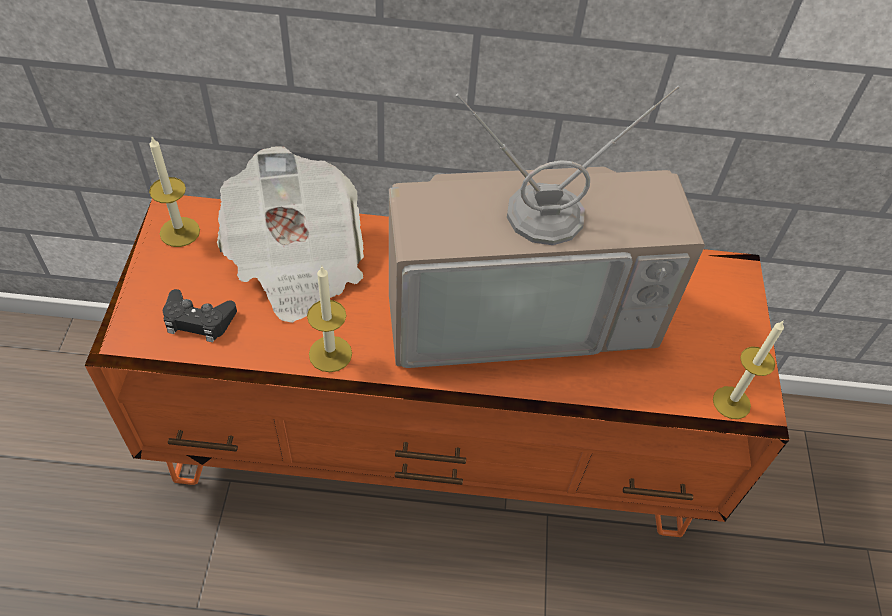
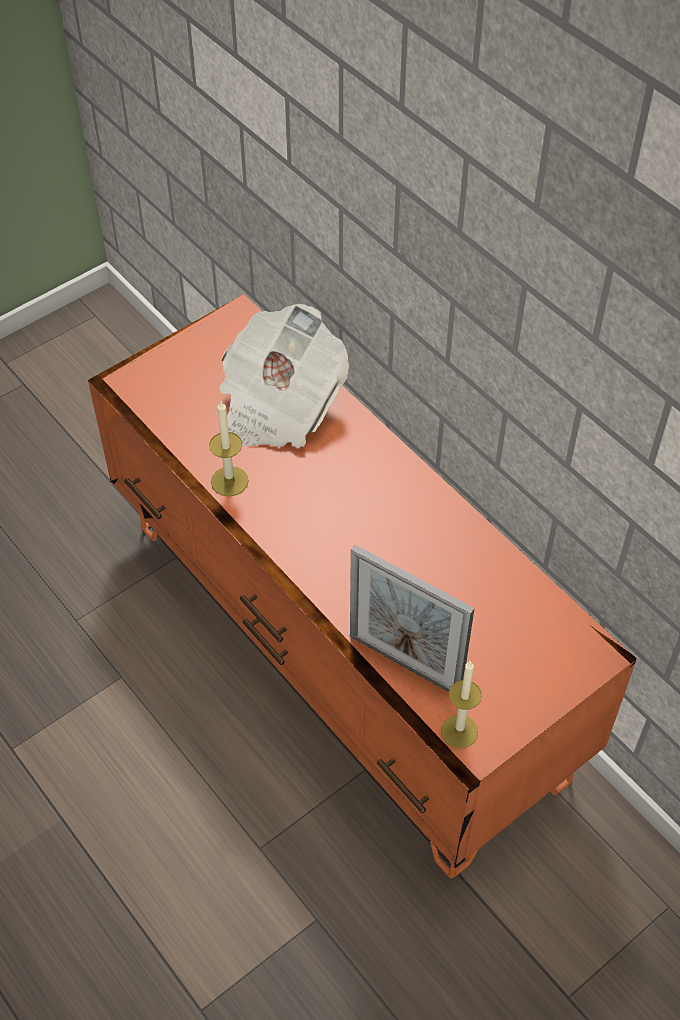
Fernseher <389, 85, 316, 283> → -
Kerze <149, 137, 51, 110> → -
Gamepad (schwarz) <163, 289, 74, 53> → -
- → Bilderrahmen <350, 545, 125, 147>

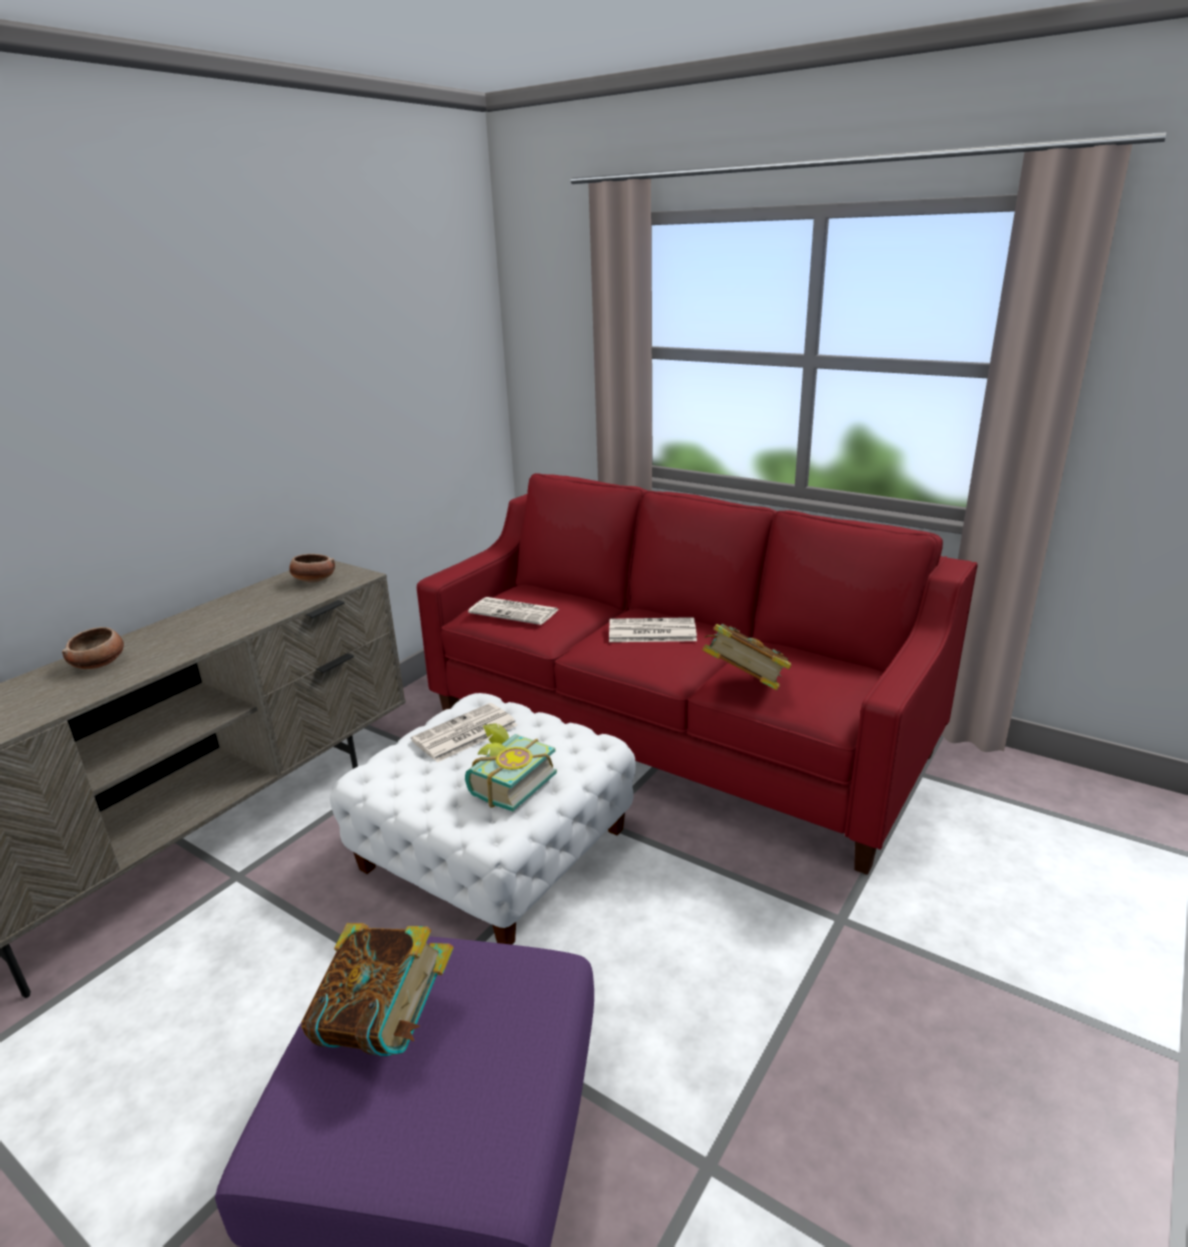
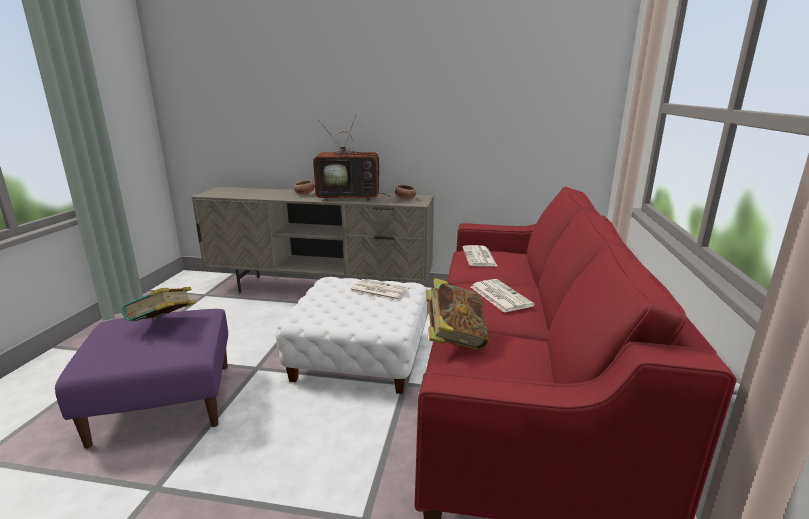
Buch <465, 723, 92, 88> → -
- → Fernseher <313, 113, 78, 88>

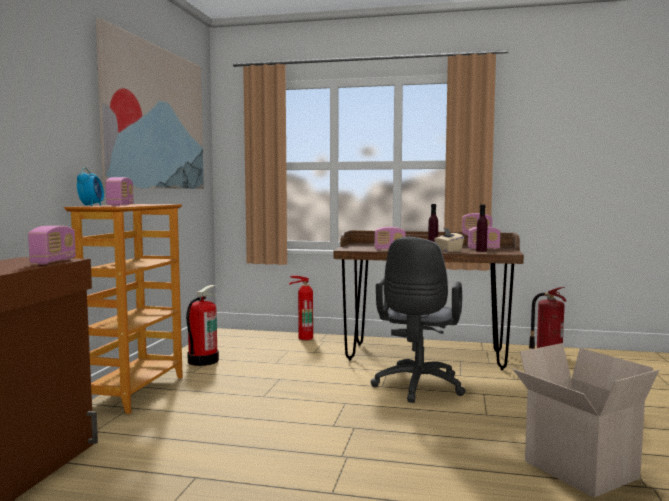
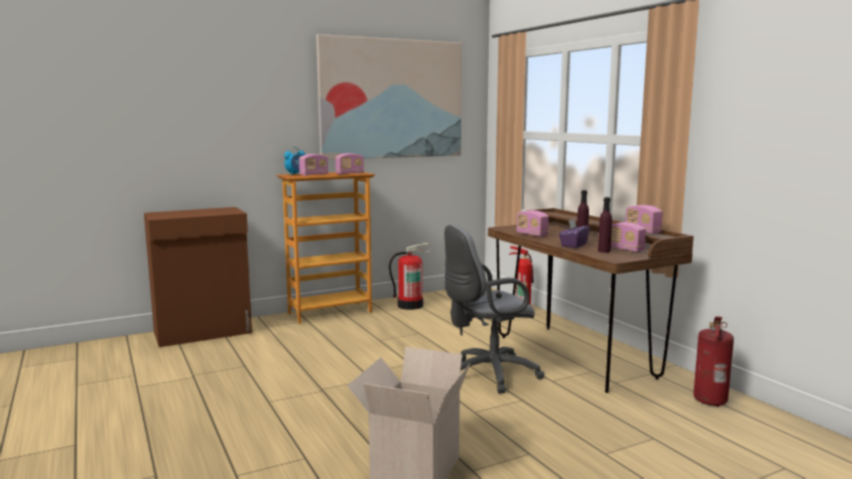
Radio <28, 226, 48, 39> → Radio <335, 153, 29, 22>, move
Taschentuchbox (beige) <434, 228, 30, 24> → Taschentuchbox (lila) <559, 219, 31, 29>

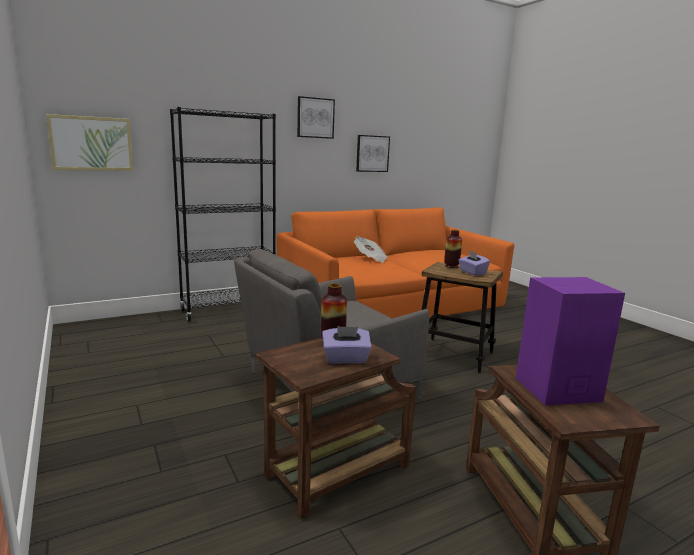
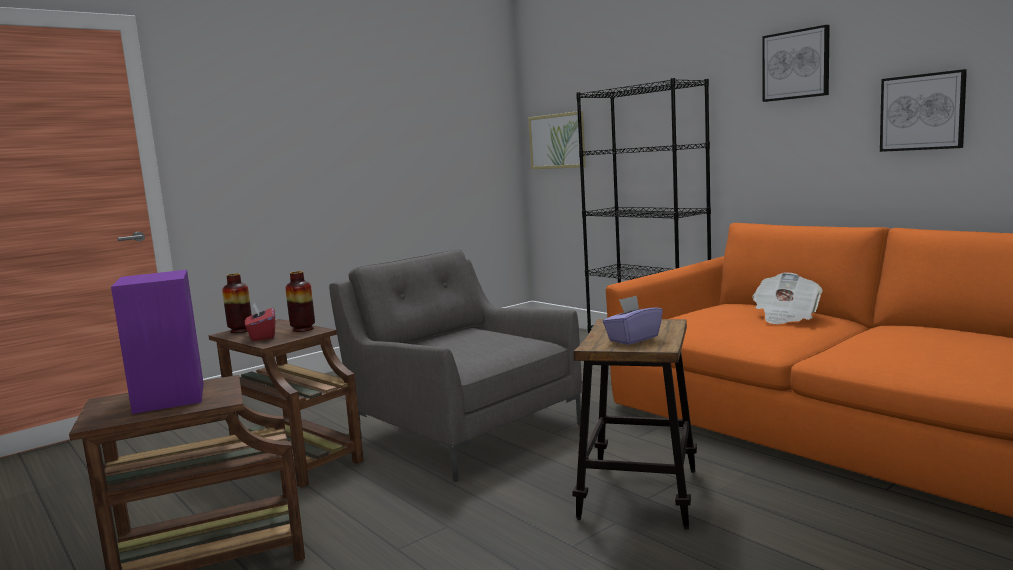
Vase <444, 230, 18, 38> → Vase <222, 273, 30, 60>, move
Taschentuchbox (lila) <322, 326, 50, 38> → Taschentuchbox (rot) <245, 302, 30, 39>

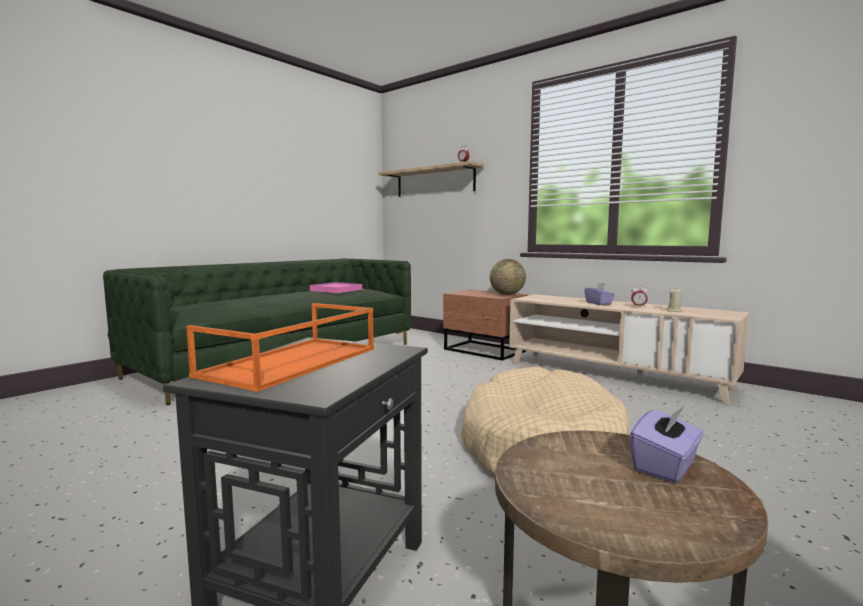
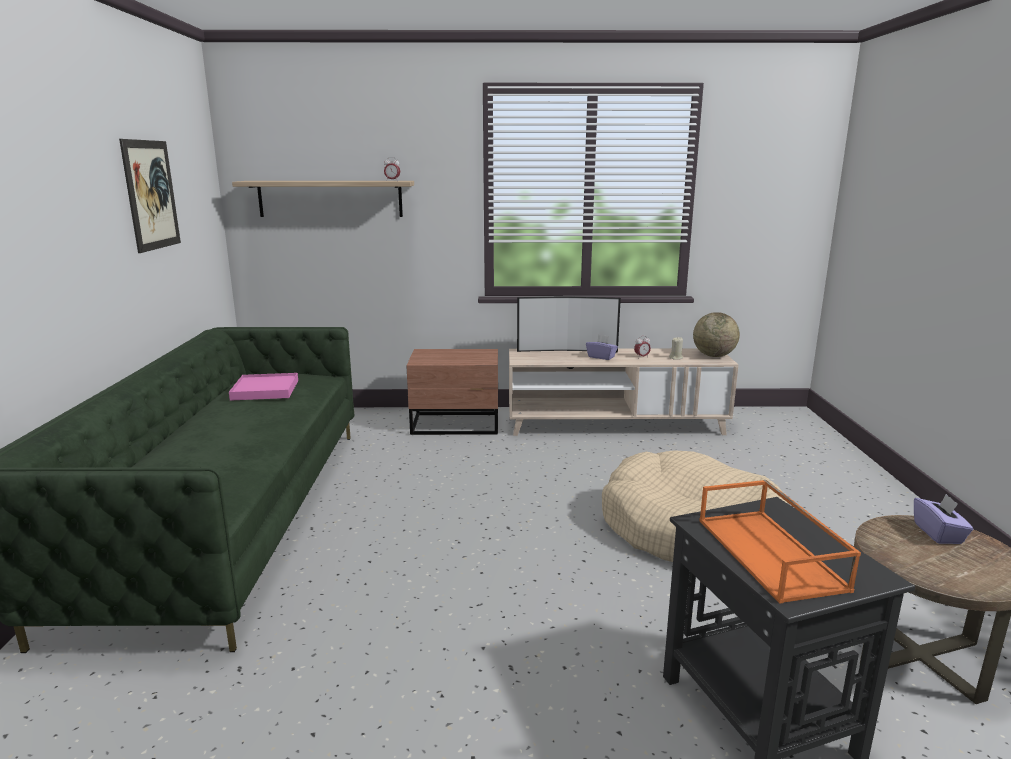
Globus <490, 259, 36, 36> → Globus <693, 312, 47, 45>, move
- → Bild <119, 139, 62, 114>
- → Fernseher <517, 297, 104, 55>

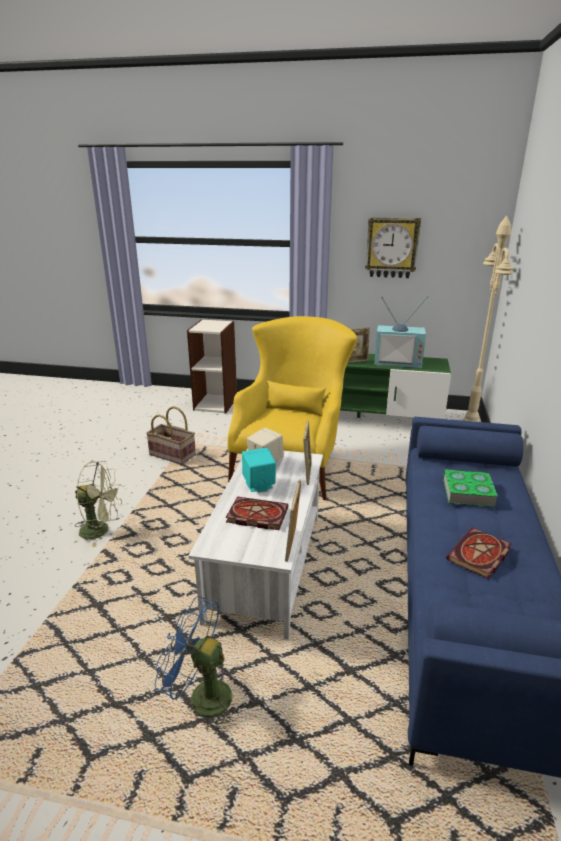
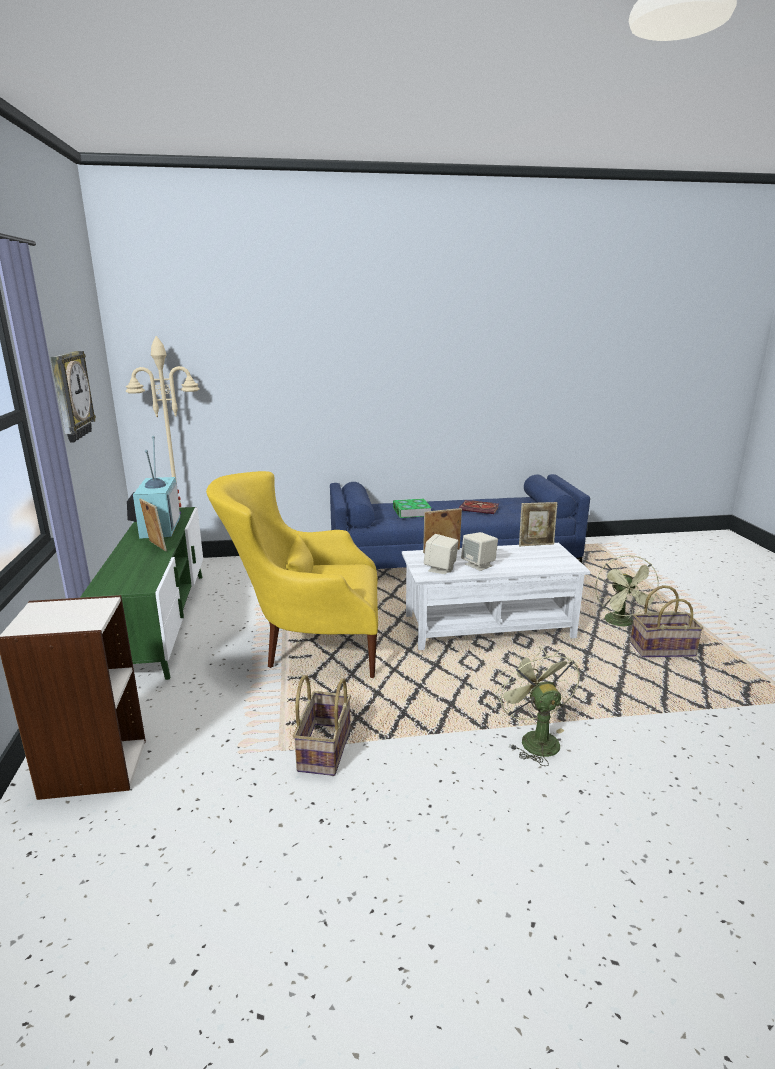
Lautsprecher (türkis) <242, 448, 34, 45> → Lautsprecher (beige) <461, 532, 37, 39>
Buch <225, 497, 63, 33> → -
Ventilator (blau) <155, 596, 79, 136> → Ventilator (grün) <595, 555, 67, 71>
- → Korb <630, 585, 73, 72>

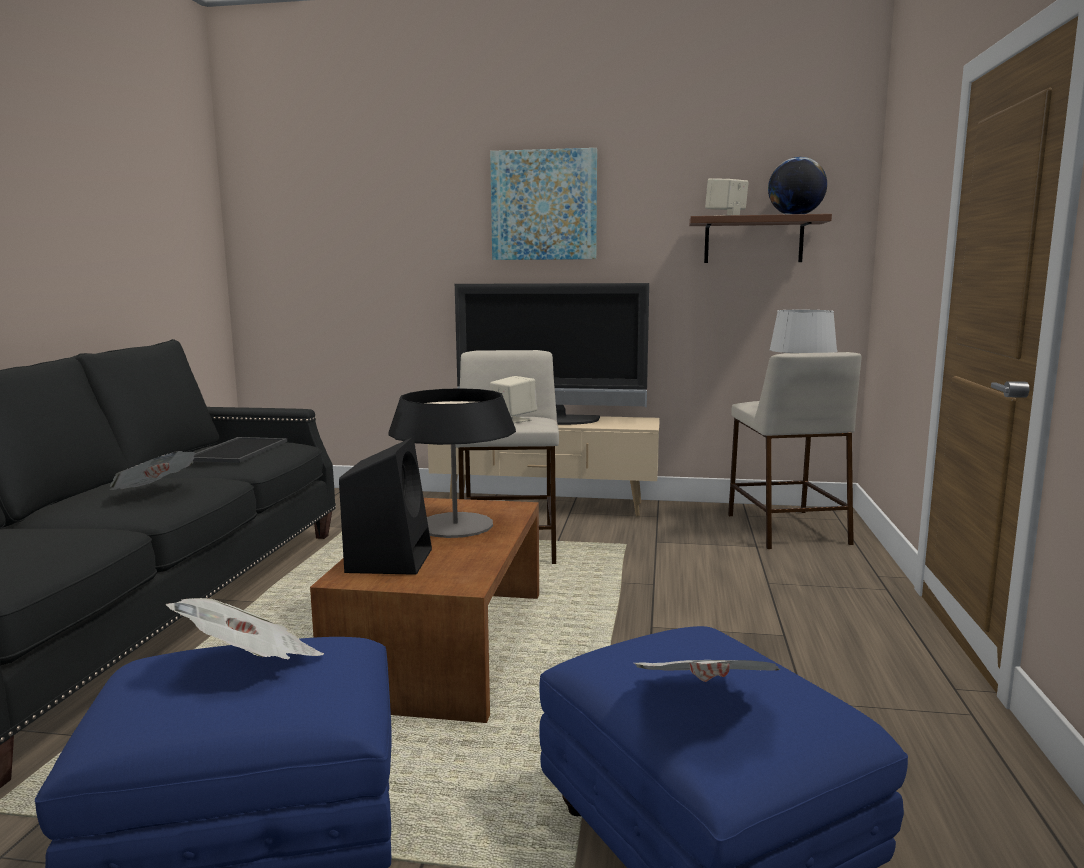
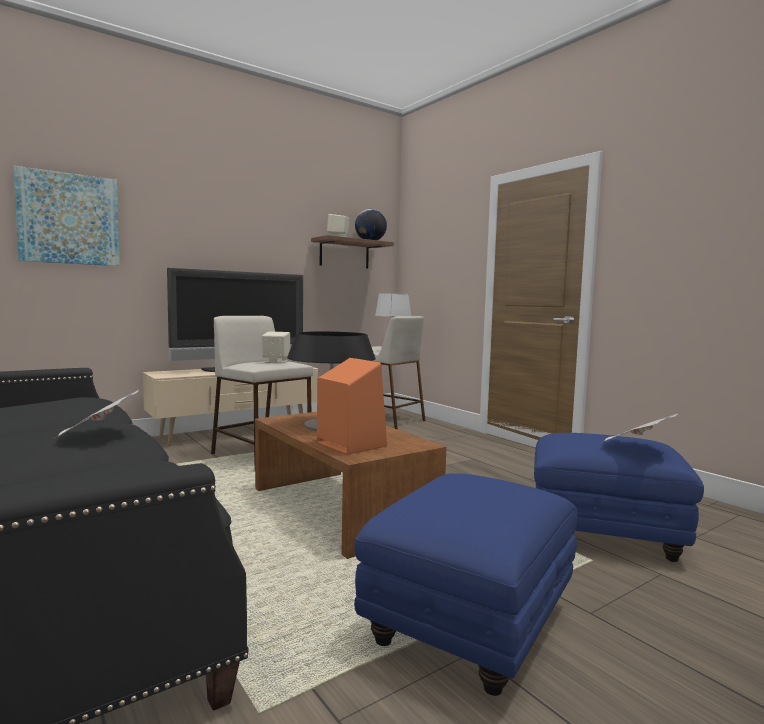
Bild <490, 148, 107, 112> → Bild <13, 166, 107, 100>, move
Tablett <193, 437, 94, 26> → -
Lautsprecher (schwarz) <339, 437, 93, 138> → Lautsprecher (orange) <317, 358, 70, 97>
Zeitung <166, 598, 158, 61> → -

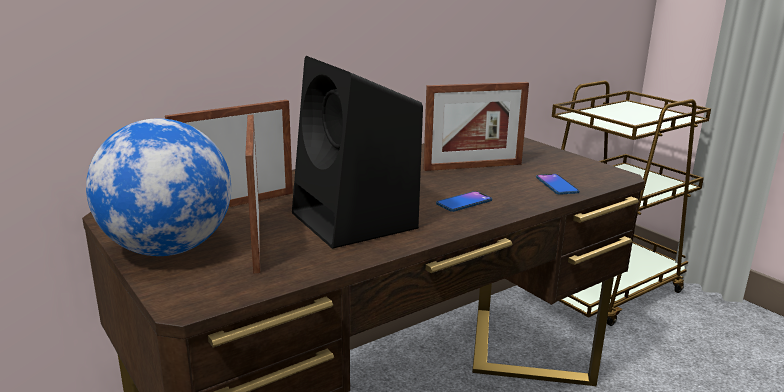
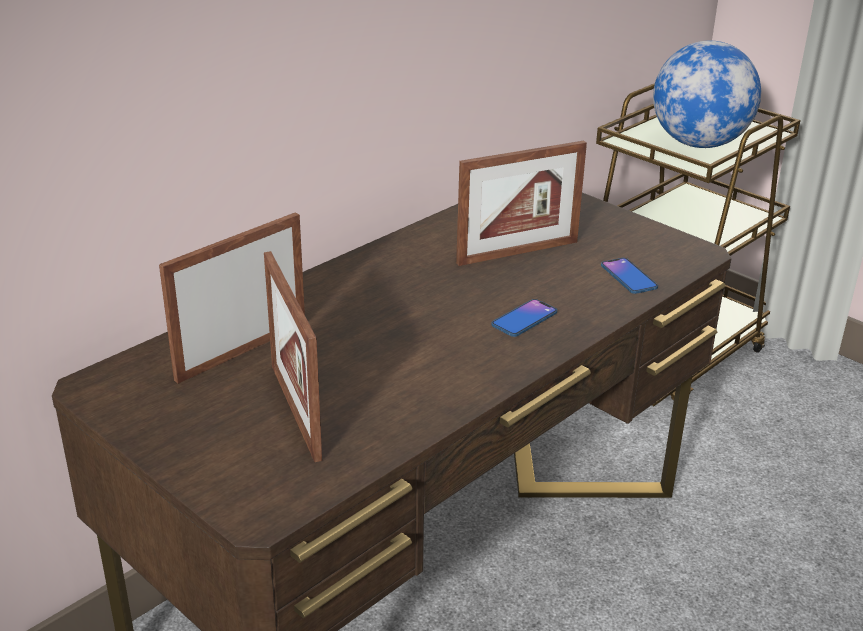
Lautsprecher (schwarz) <292, 56, 131, 193> → -
Globus <86, 118, 145, 138> → Globus <653, 41, 108, 107>, move

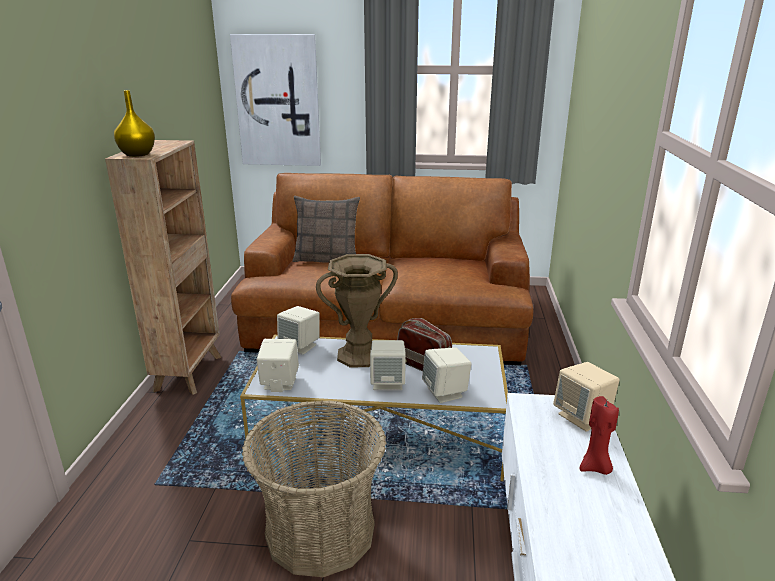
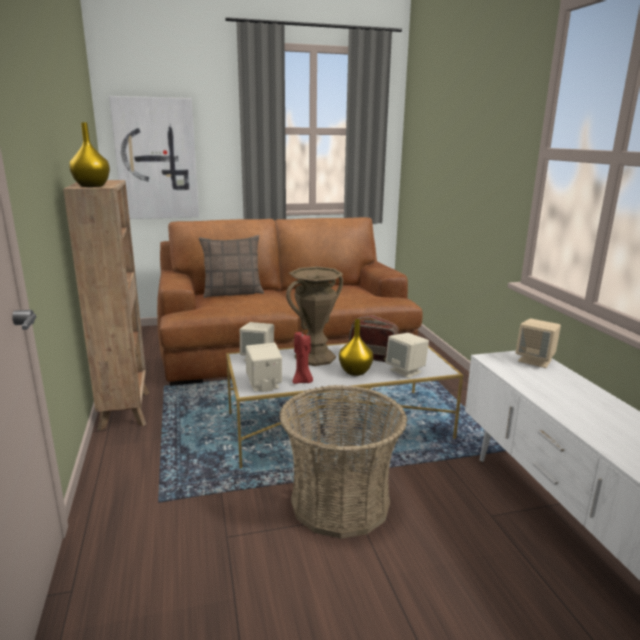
Lautsprecher (beige) <370, 340, 36, 50> → Vase (gelb) <339, 319, 34, 57>
Kerze (rot) <580, 396, 39, 79> → Kerze (rot) <293, 331, 20, 53>, move

